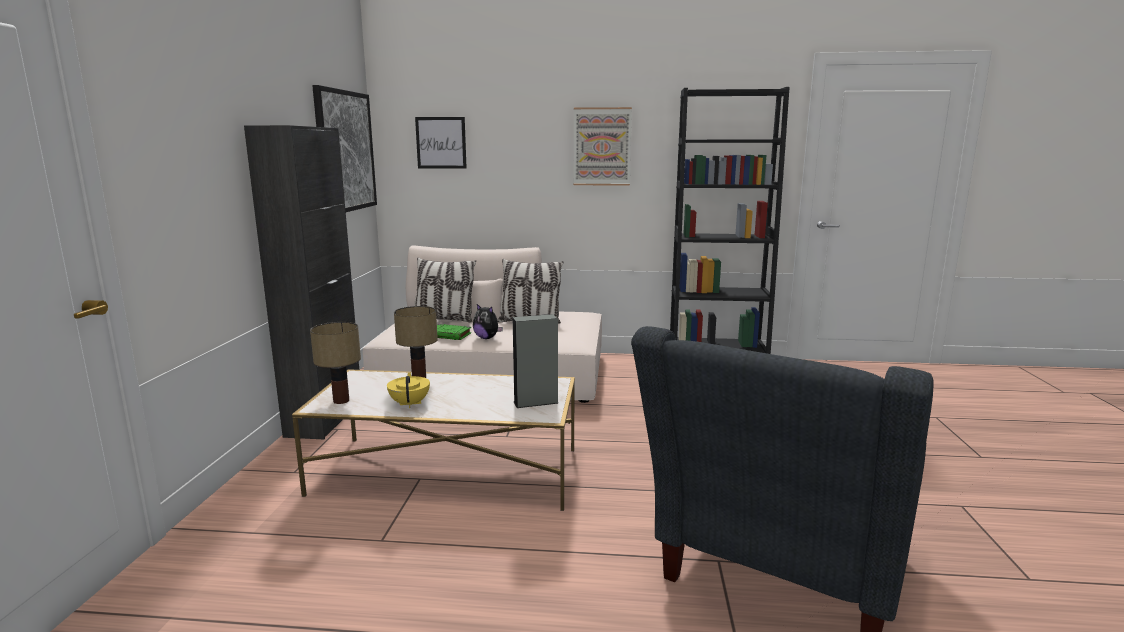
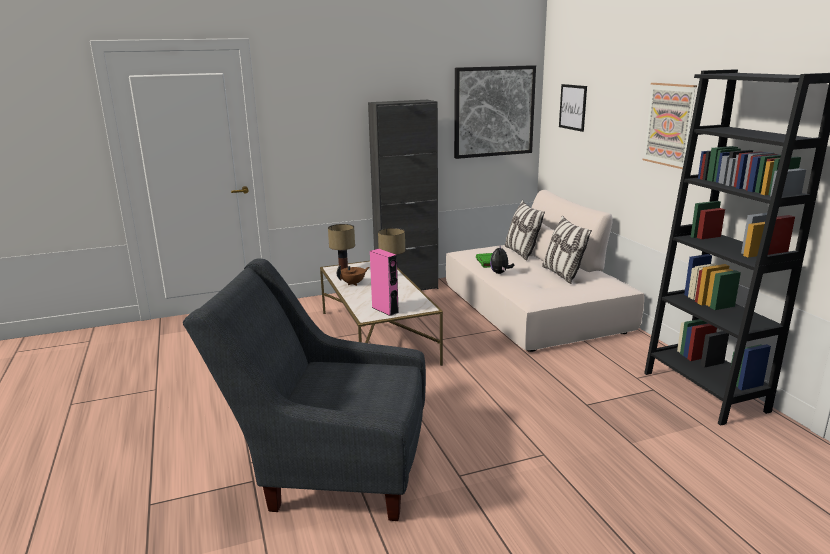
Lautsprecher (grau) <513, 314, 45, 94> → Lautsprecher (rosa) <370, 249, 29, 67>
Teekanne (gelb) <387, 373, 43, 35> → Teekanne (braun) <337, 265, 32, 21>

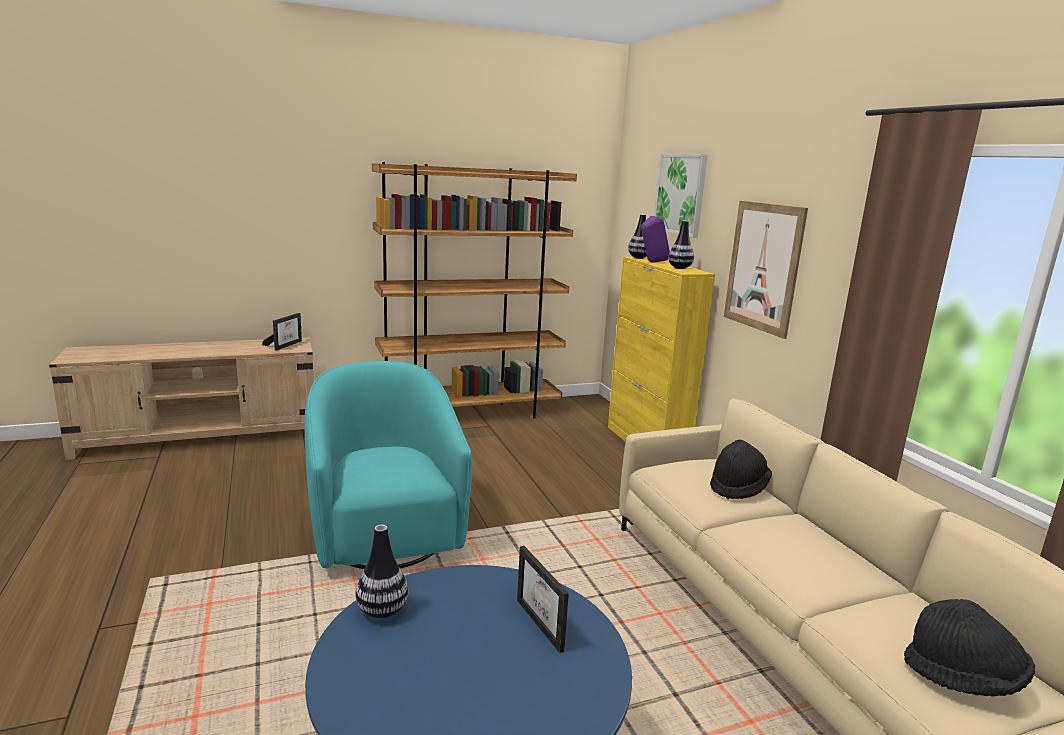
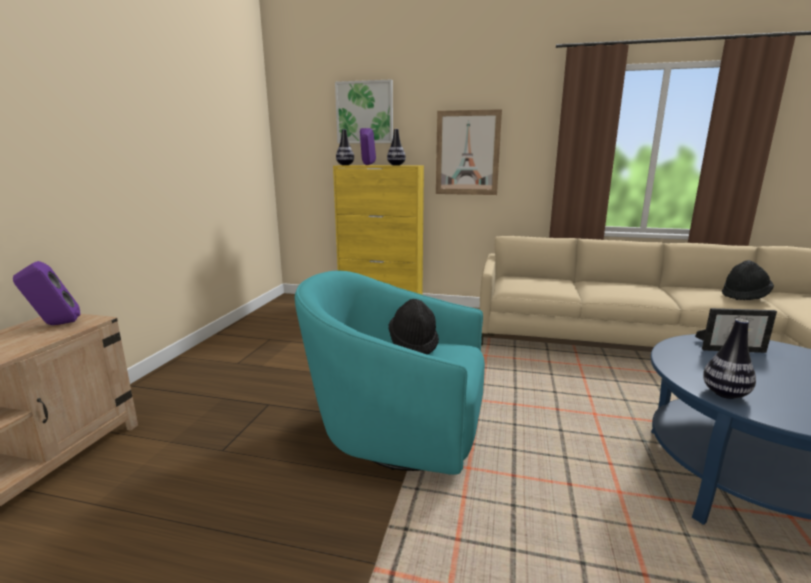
Bücherregal (braun) <372, 162, 205, 257> → -
Bilderrahmen <262, 313, 40, 38> → Lautsprecher (lila) <13, 261, 67, 64>
Hut (schwarz) <710, 440, 62, 59> → Hut (schwarz) <388, 299, 51, 55>, move

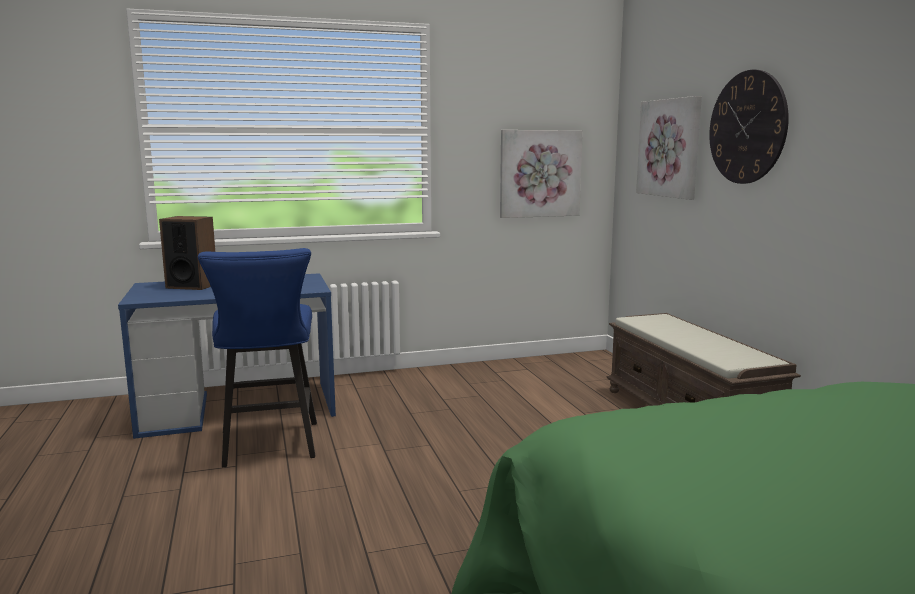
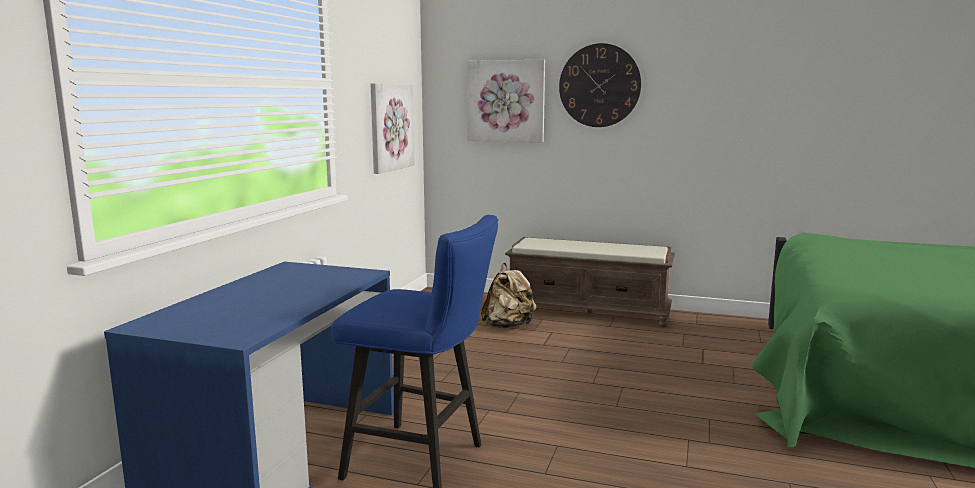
Lautsprecher <159, 216, 56, 74> → -
- → Rucksack (beige) <481, 263, 56, 65>

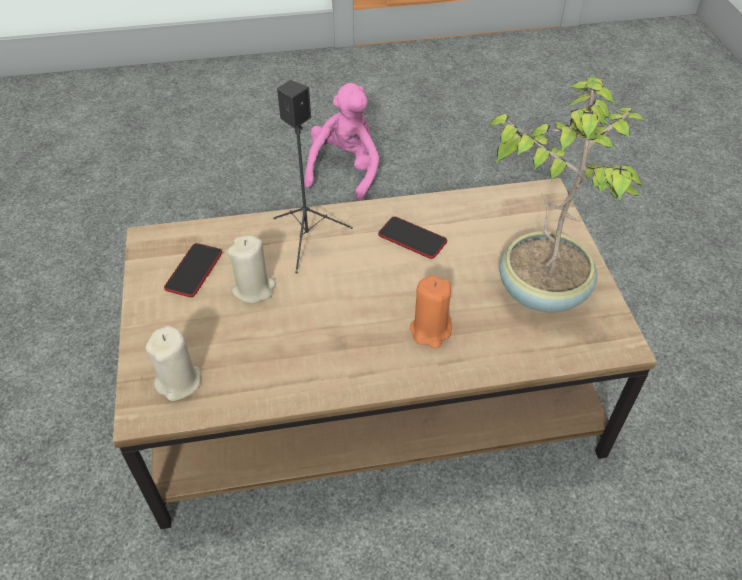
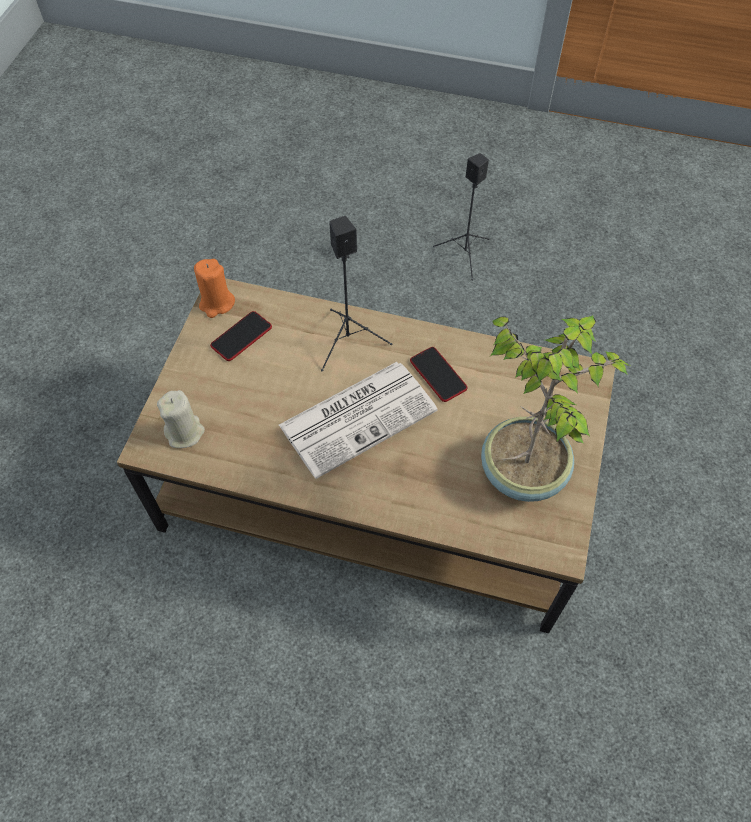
Plüschtier (rosa) <304, 83, 75, 118> → Lautsprecher (schwarz) <433, 153, 56, 128>
Kerze (beige) <227, 235, 49, 68> → -
Kerze (orange) <410, 275, 42, 74> → Kerze (orange) <194, 259, 41, 59>, move
- → Zeitung <279, 362, 159, 117>

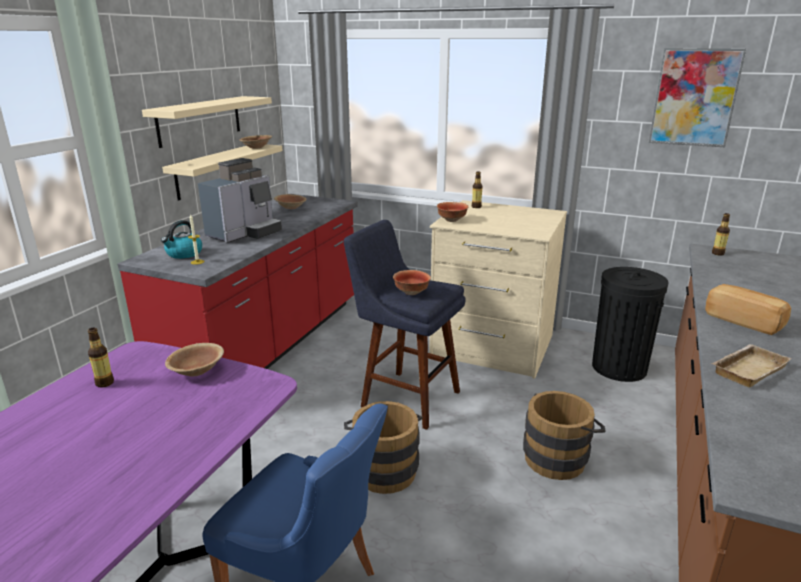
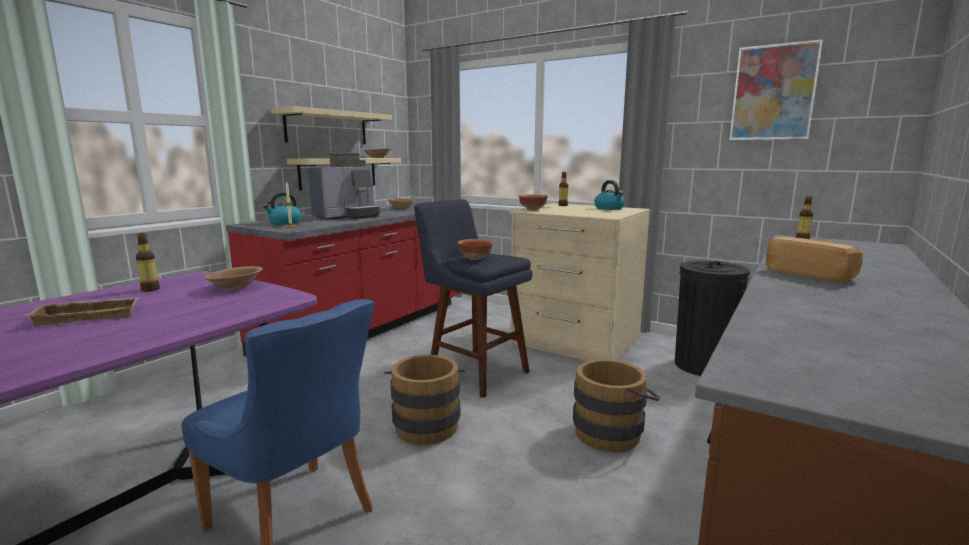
Tablett (beige) <712, 344, 79, 43> → Tablett (beige) <26, 297, 114, 29>, move
- → Wasserkessel <594, 180, 31, 30>

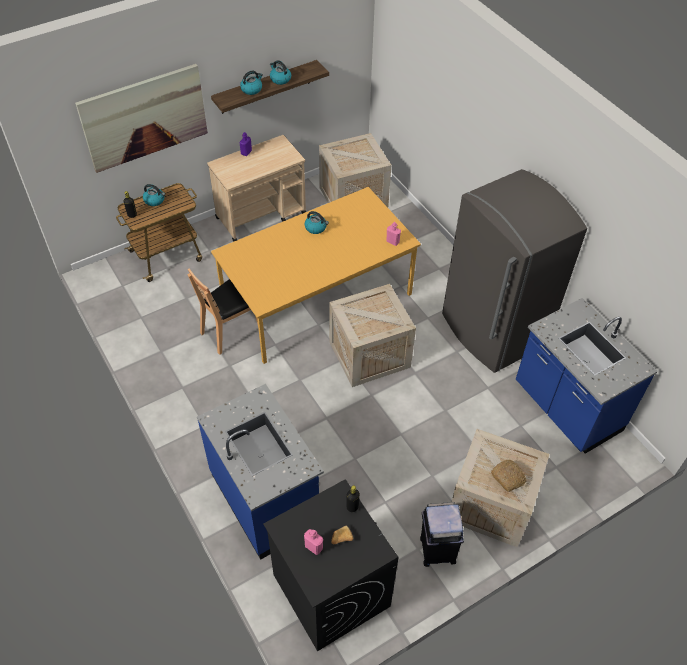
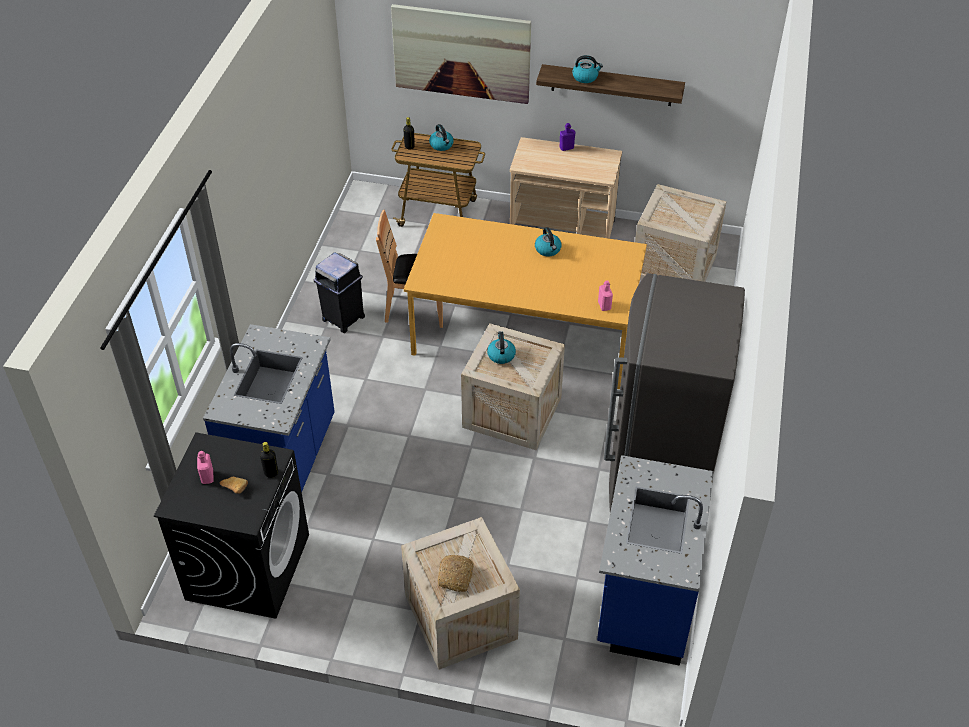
Wasserkessel <270, 60, 21, 25> → Wasserkessel <487, 331, 29, 33>, move
Mülleimer (schwarz) <420, 502, 44, 65> → Mülleimer (schwarz) <314, 252, 51, 81>, move

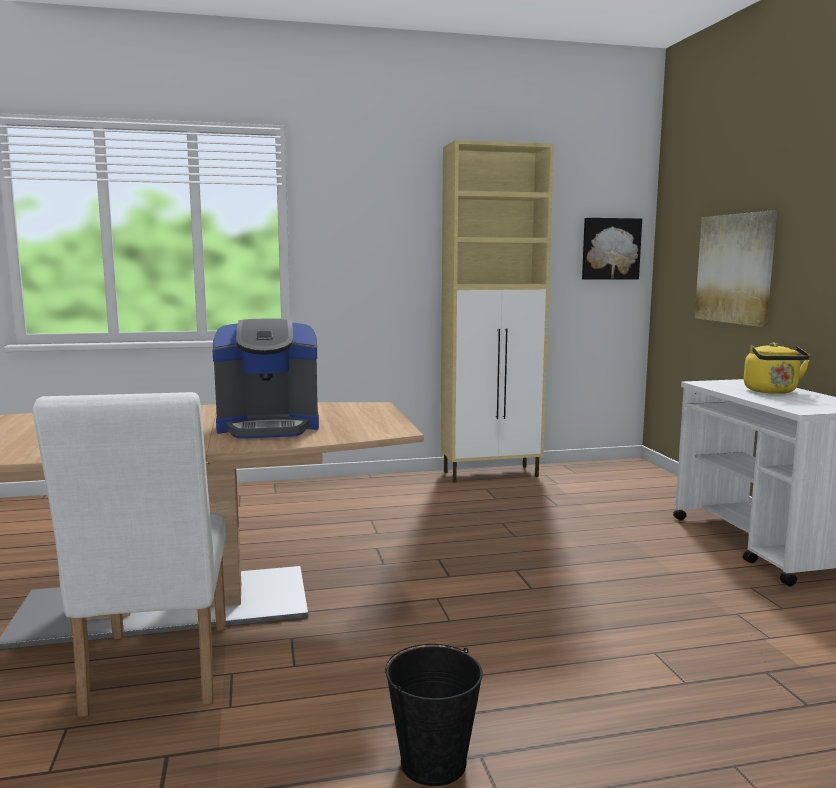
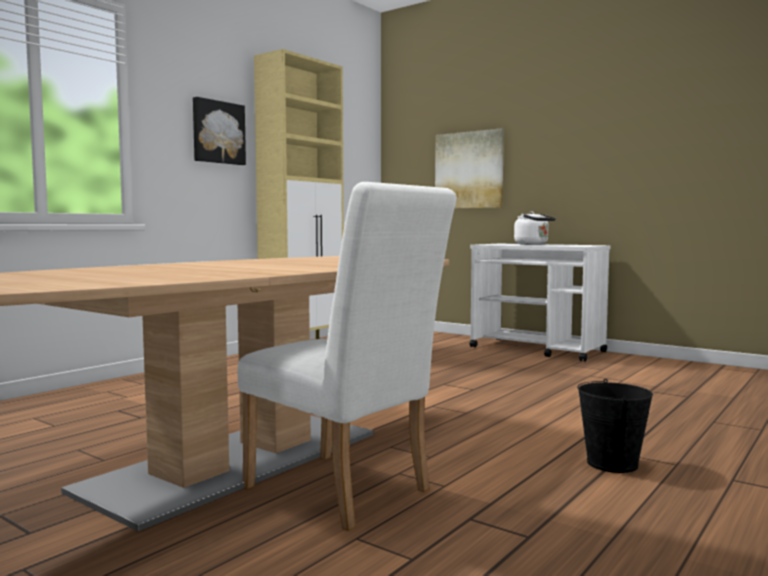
Bild <582, 218, 60, 62> → Bild <193, 97, 53, 68>, move
Kaffeemaschine <212, 318, 107, 121> → -
Wasserkessel (gelb) <744, 342, 66, 52> → Wasserkessel (weiß) <514, 212, 42, 33>

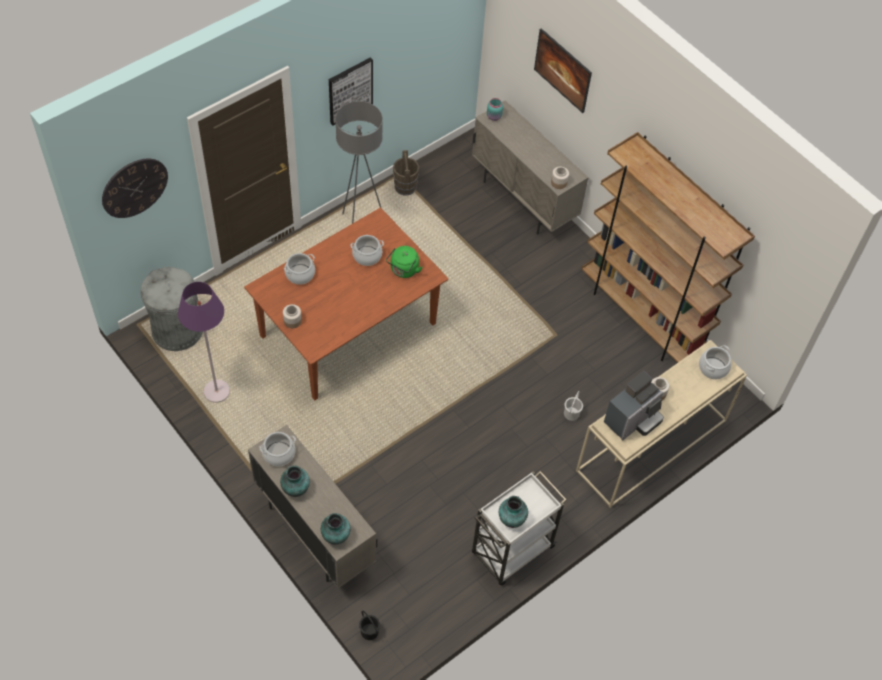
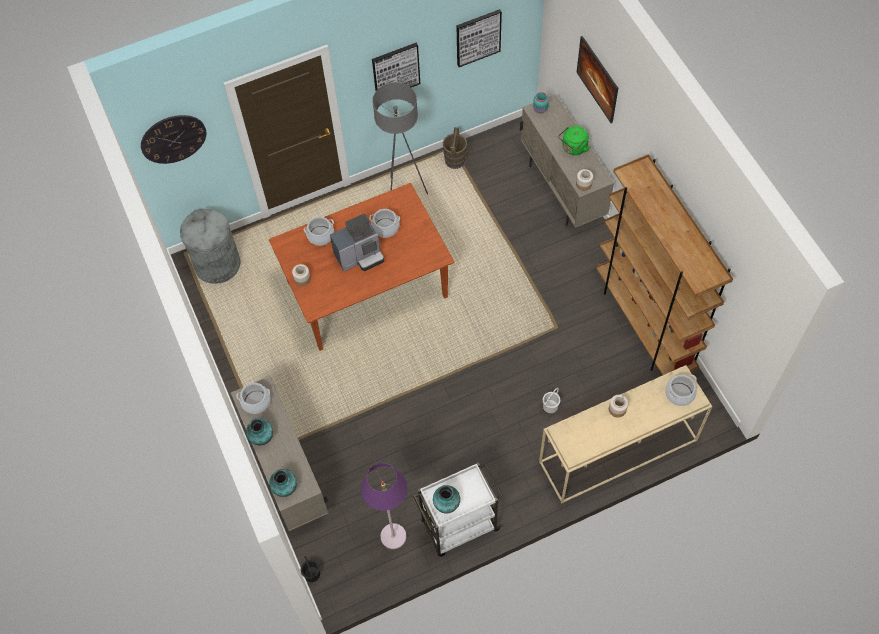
Wasserkessel (grün) <386, 246, 37, 32> → Wasserkessel (grün) <558, 126, 32, 29>, move
Stehlampe (lila) <178, 282, 52, 121> → Stehlampe (lila) <361, 463, 46, 86>, move
Kaffeemaschine <604, 371, 60, 69> → Kaffeemaschine <330, 214, 54, 58>, move
- → Bild <456, 9, 46, 58>

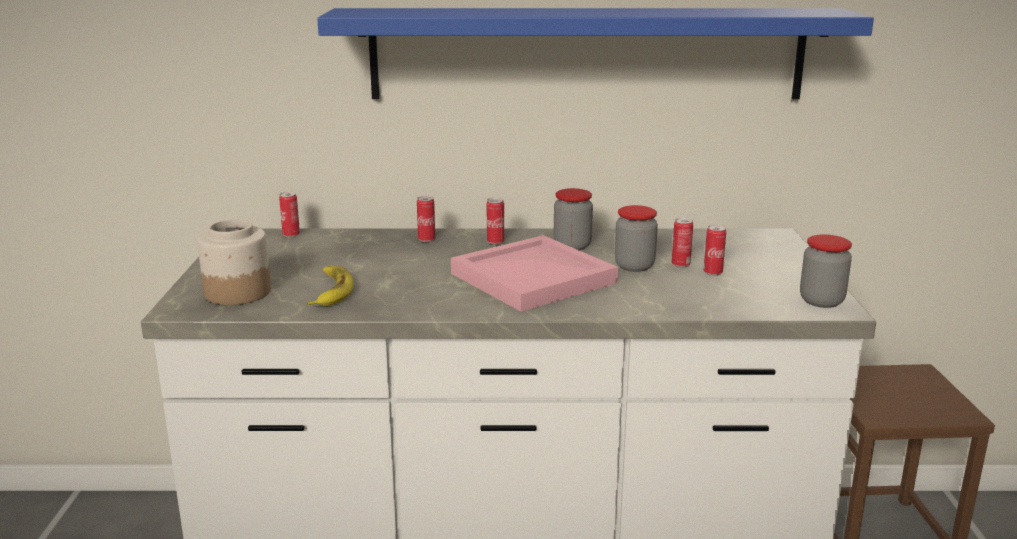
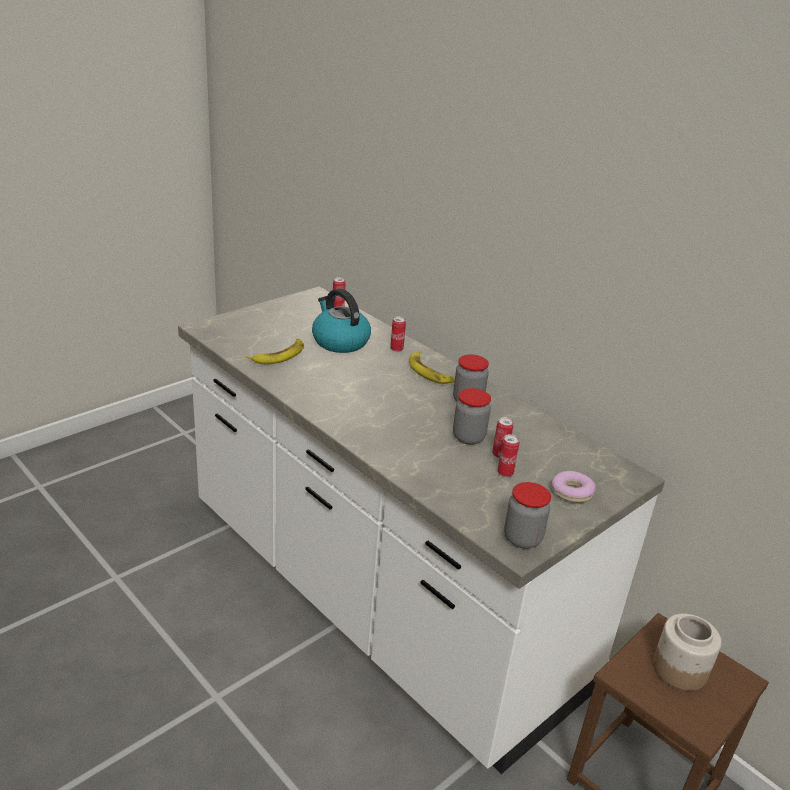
Wandregal (blau) <317, 8, 557, 91> → -
Dose <487, 198, 17, 47> → Banane <409, 351, 46, 33>
Vorratsglas <197, 219, 74, 86> → Vorratsglas <653, 613, 68, 78>, move
Tablett (rosa) <451, 235, 167, 77> → -
- → Wasserkessel <312, 288, 59, 65>
- → Donut <552, 471, 44, 32>

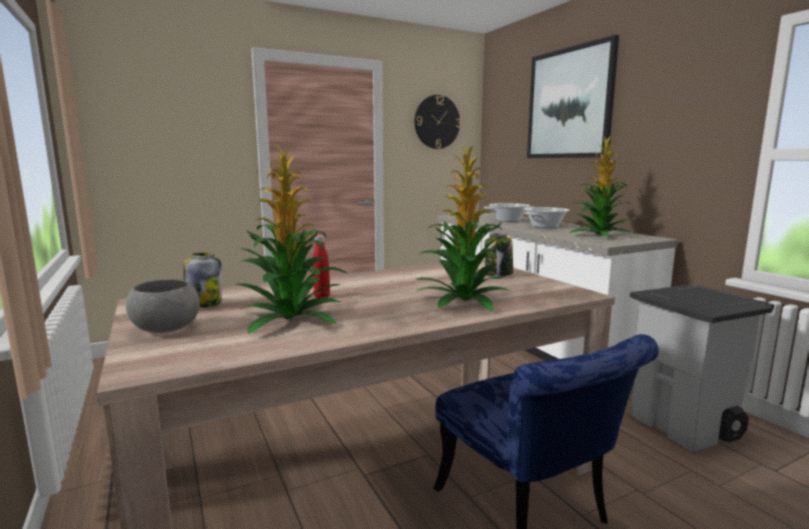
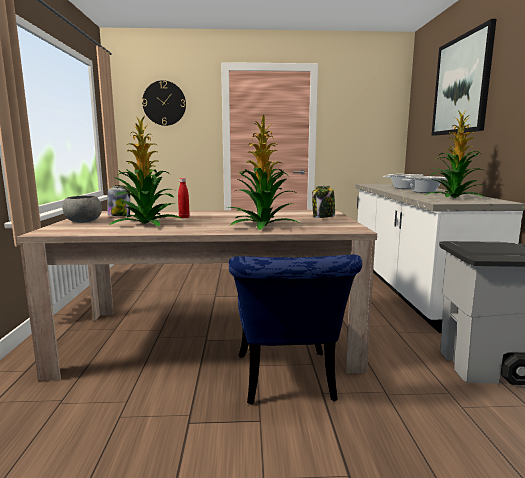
Wanduhr <415, 95, 46, 54> → Wanduhr <142, 80, 44, 46>, move

